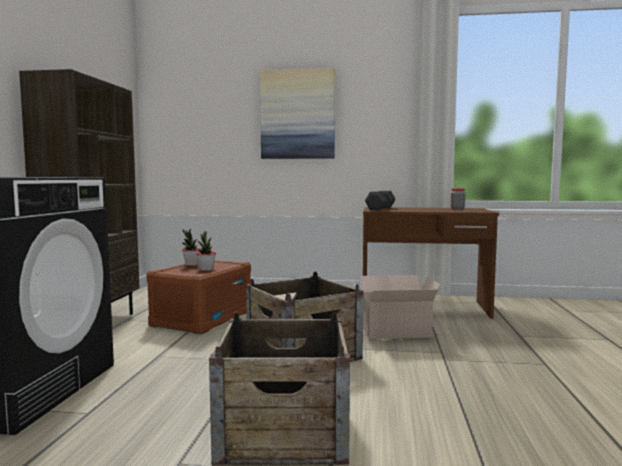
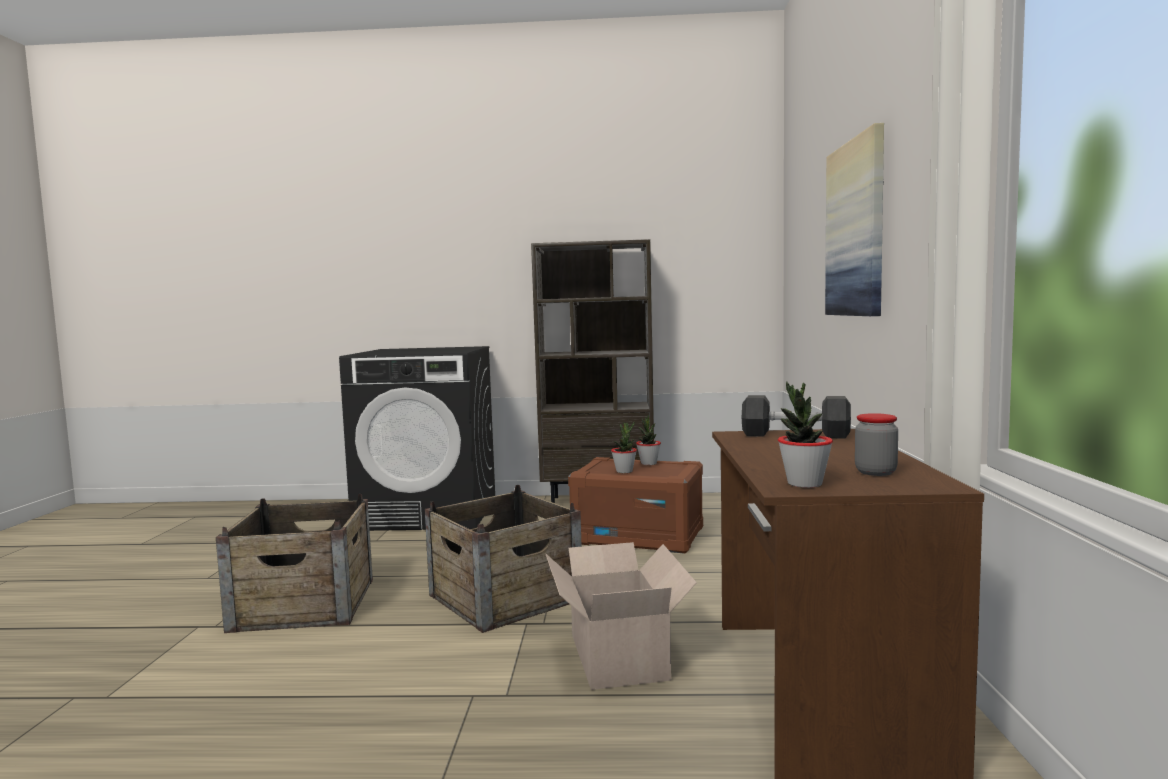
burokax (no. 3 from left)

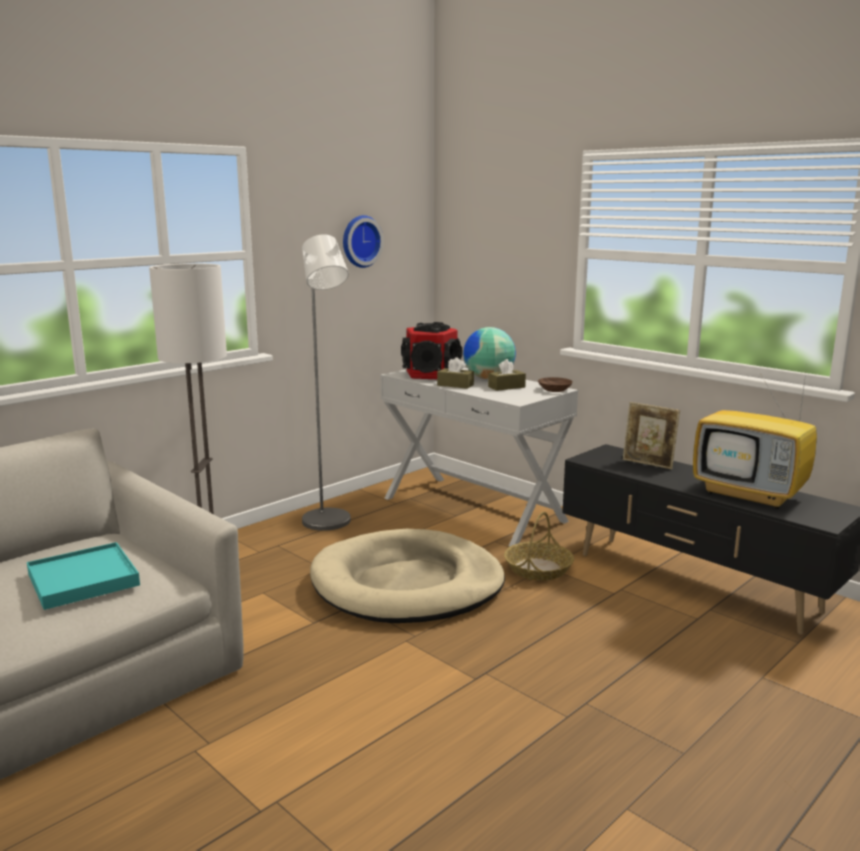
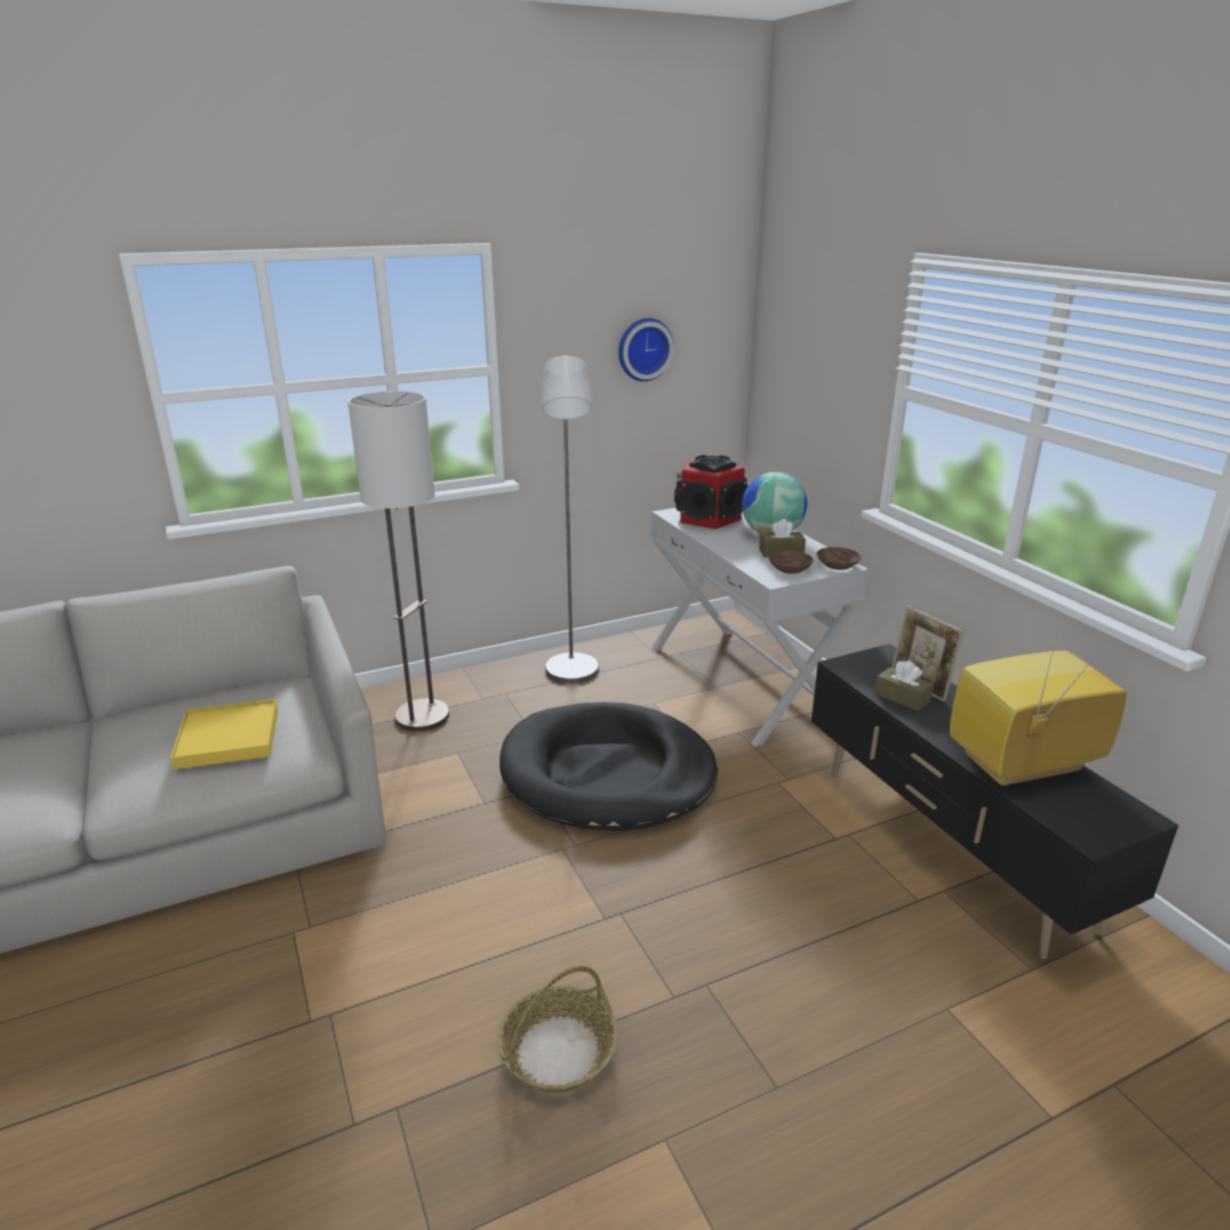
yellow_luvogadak
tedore
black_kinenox
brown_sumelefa (no. 1 from left)
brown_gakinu (no. 2 from left)
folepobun

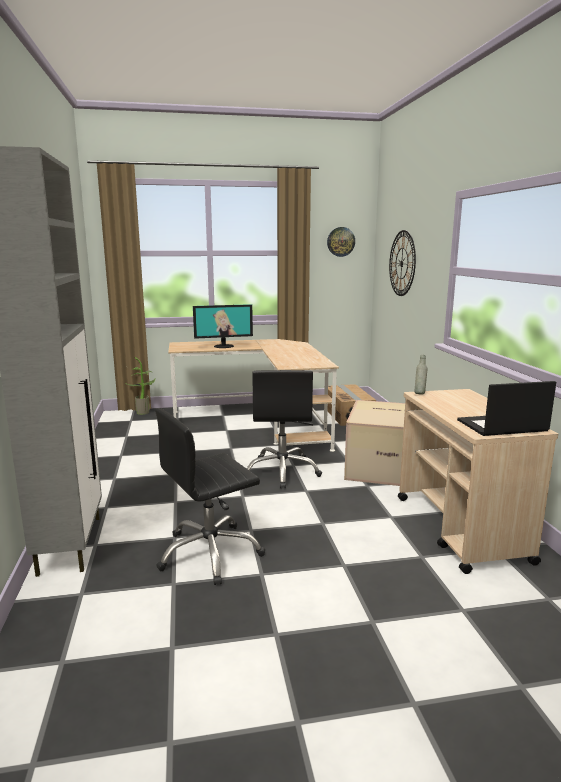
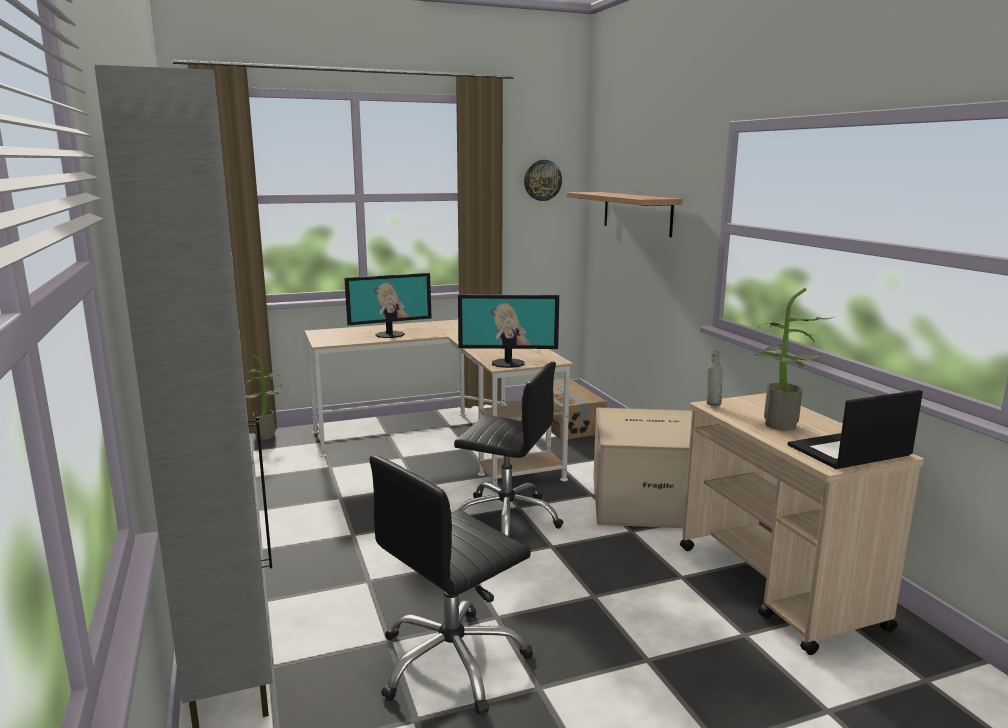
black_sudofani (no. 2 from left)
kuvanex (no. 2 from left)
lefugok
burokax (no. 2 from left)

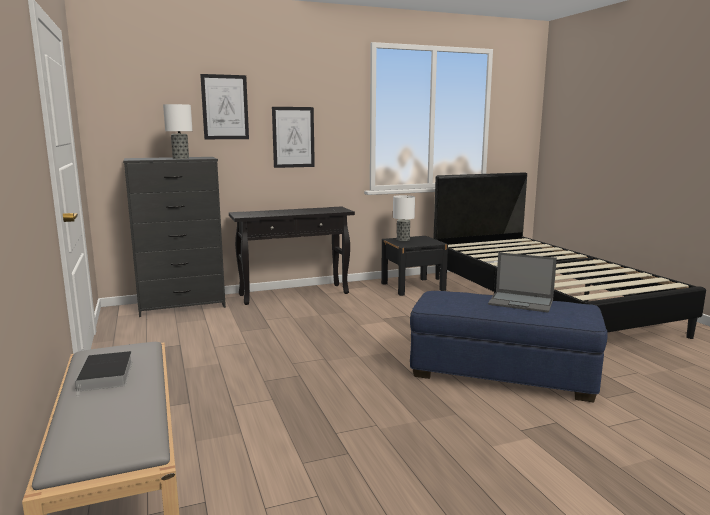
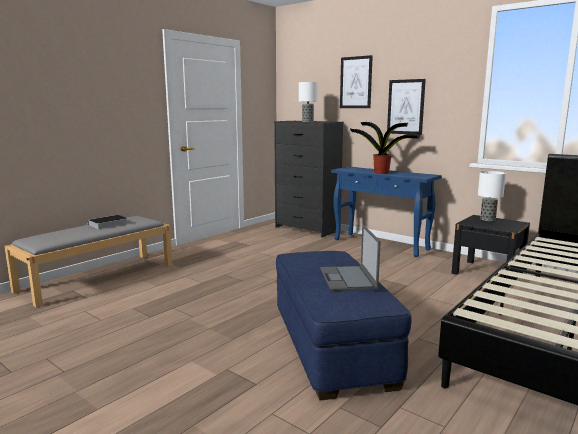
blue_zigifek
burokax

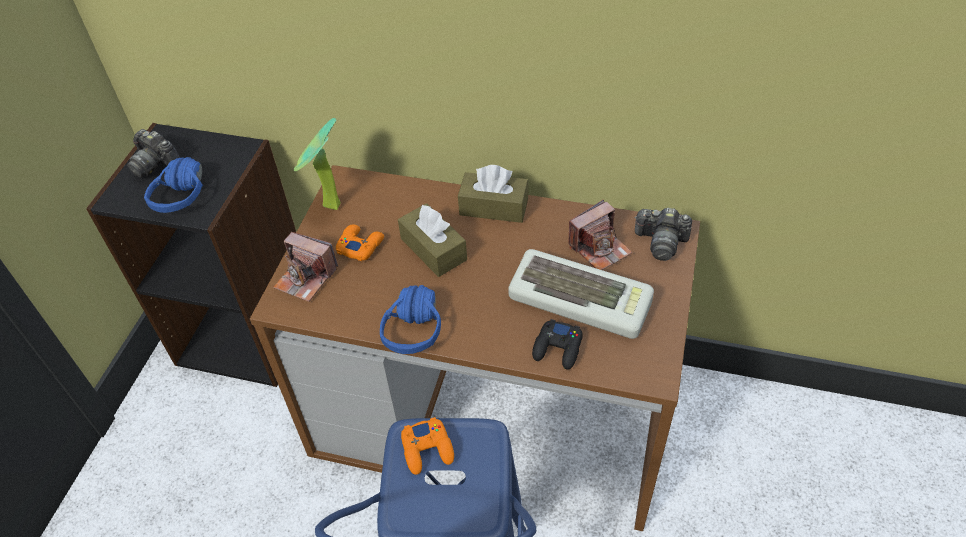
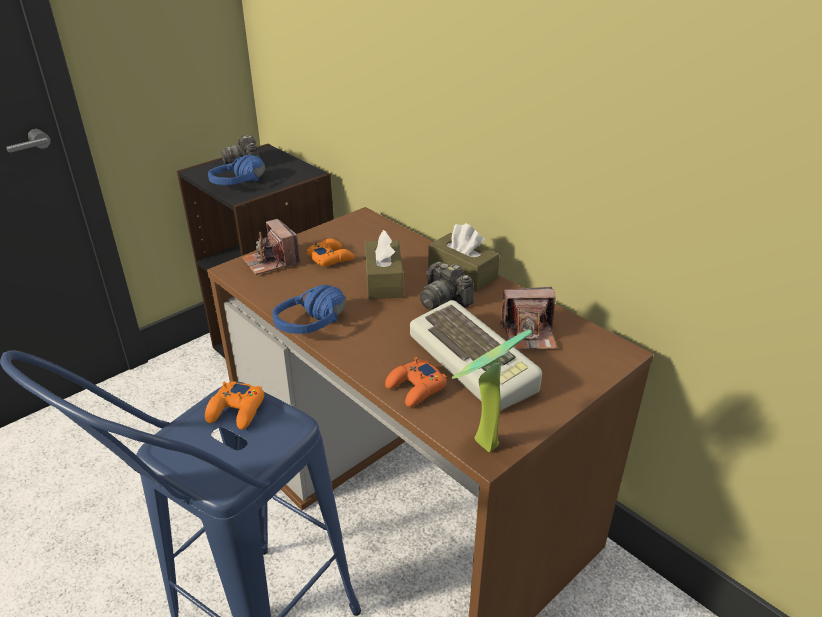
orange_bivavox (no. 3 from left)
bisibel (no. 3 from left)
burokax

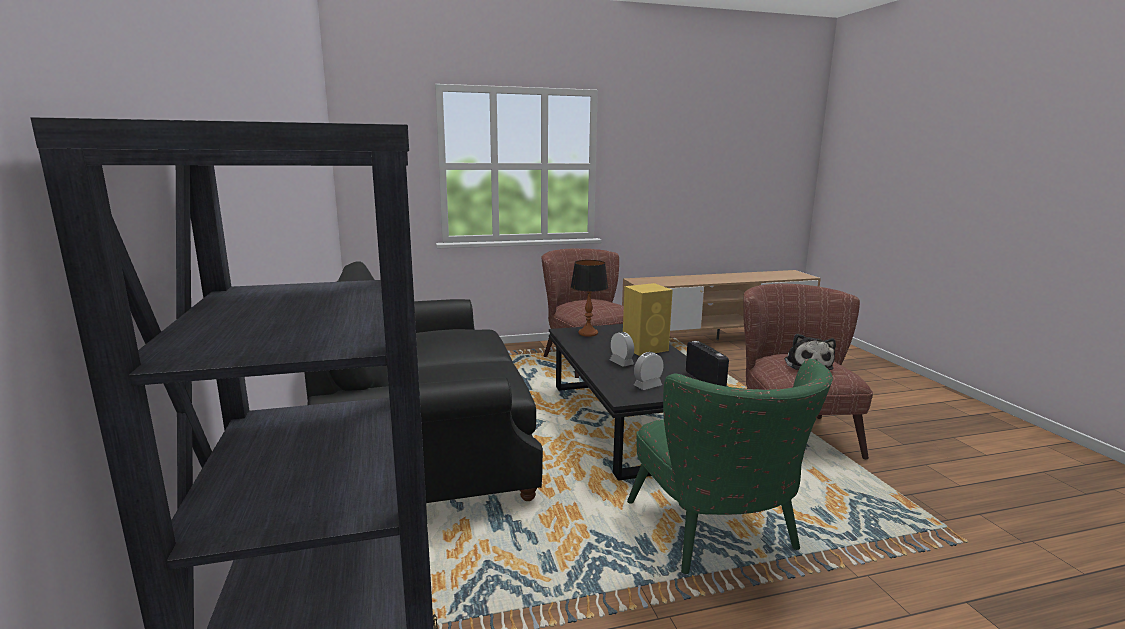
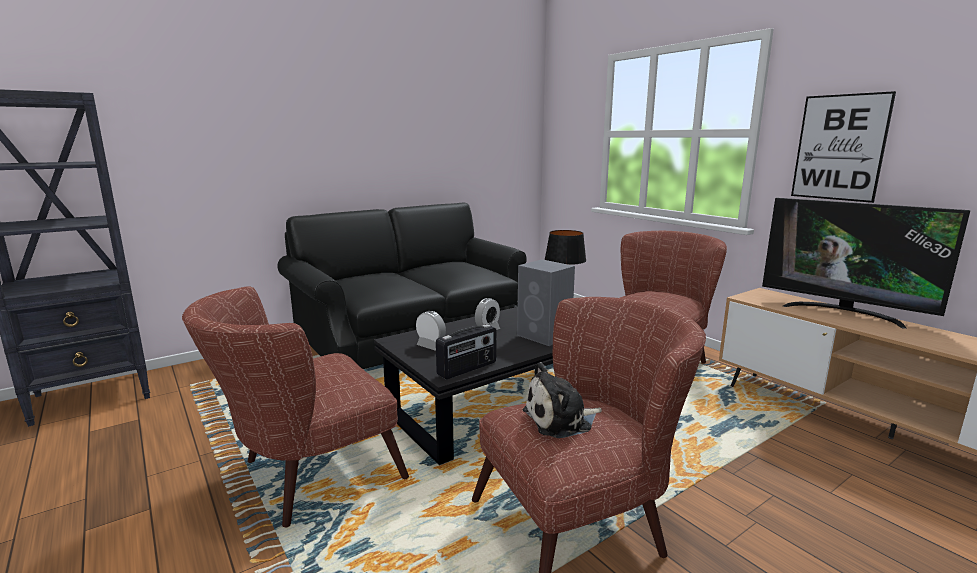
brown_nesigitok (no. 1 from left)
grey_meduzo
folepobun
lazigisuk

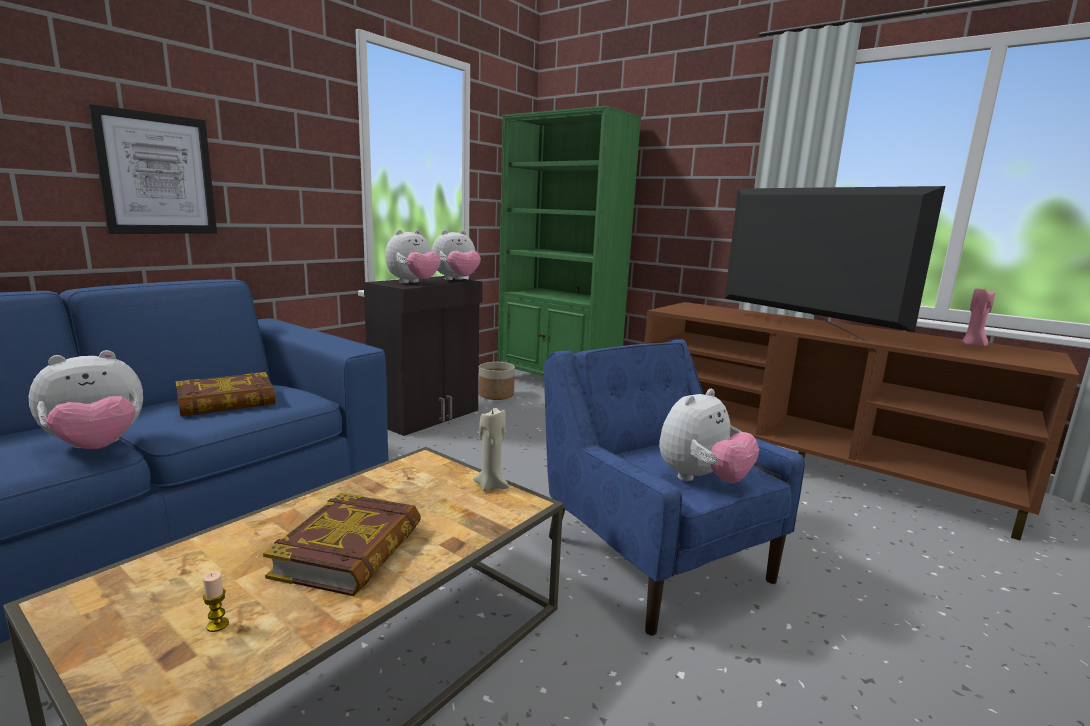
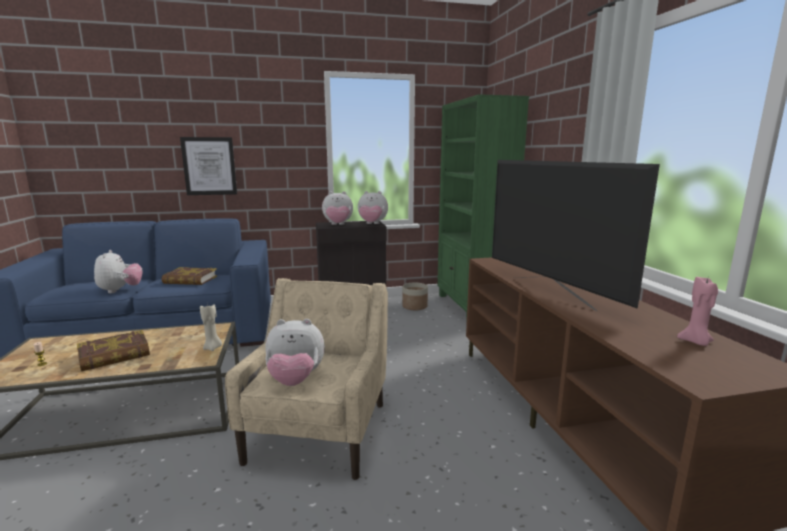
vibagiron (no. 1 from left)
beige_nesigitok
folepobun

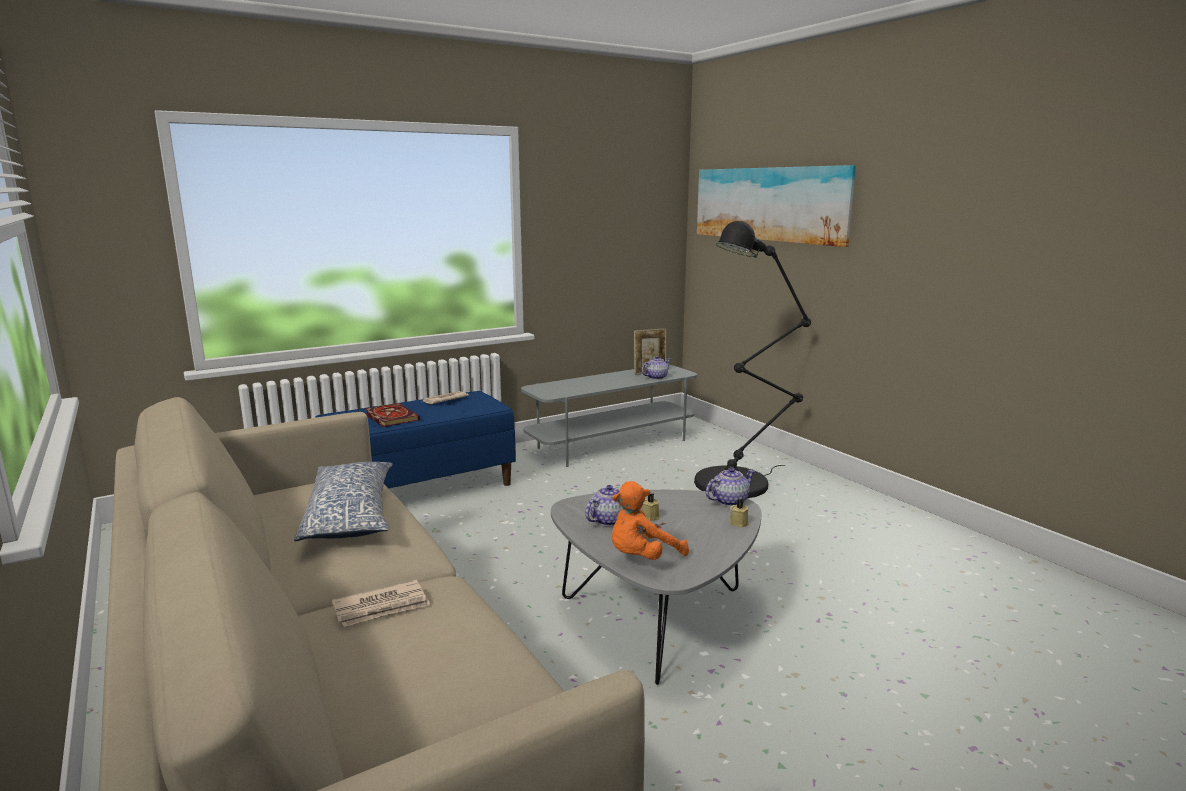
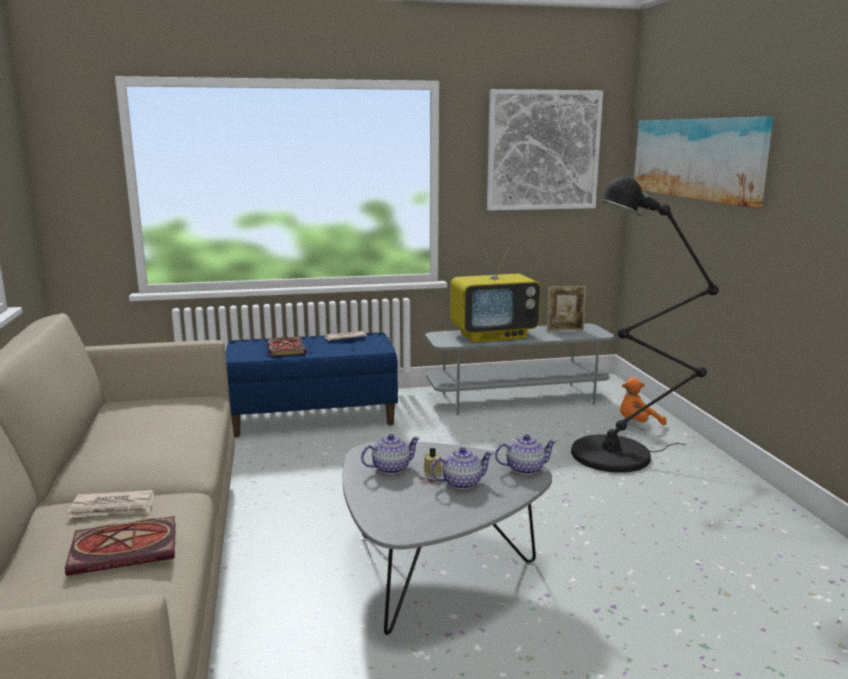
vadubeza (no. 1 from left)
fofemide (no. 2 from left)
folepobun
lazigisuk (no. 1 from left)
orange_vibagiron
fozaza
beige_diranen (no. 2 from left in the first image)

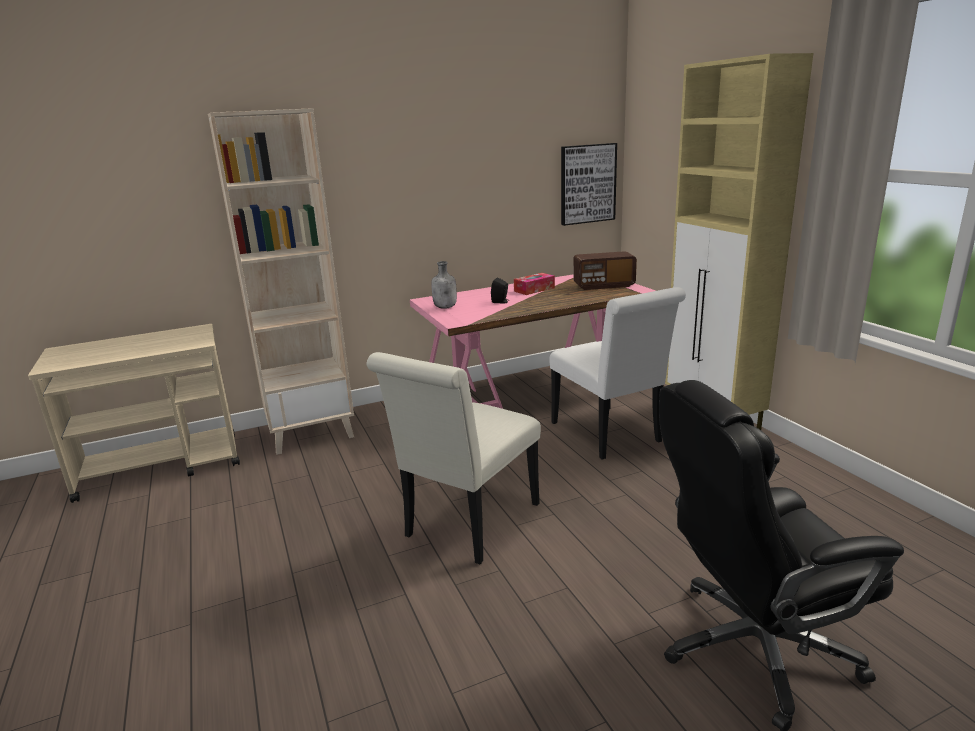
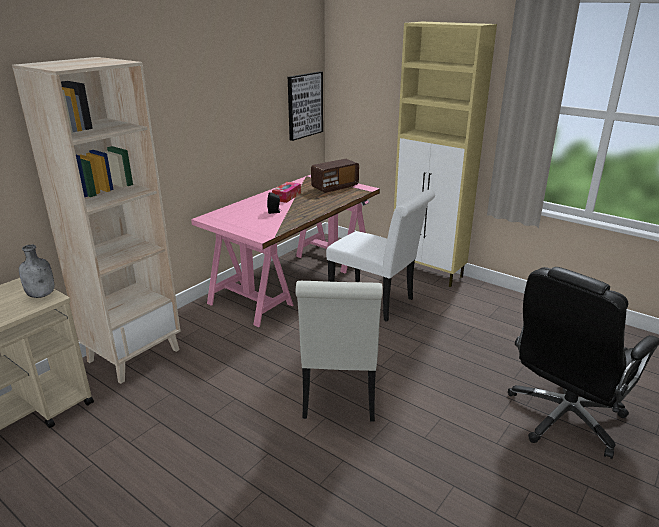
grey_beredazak

